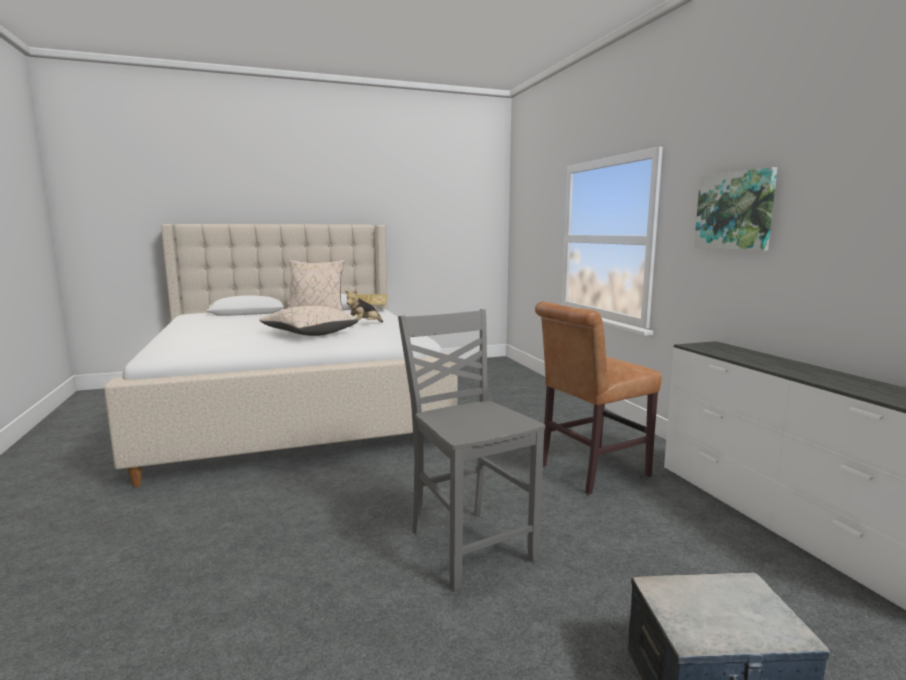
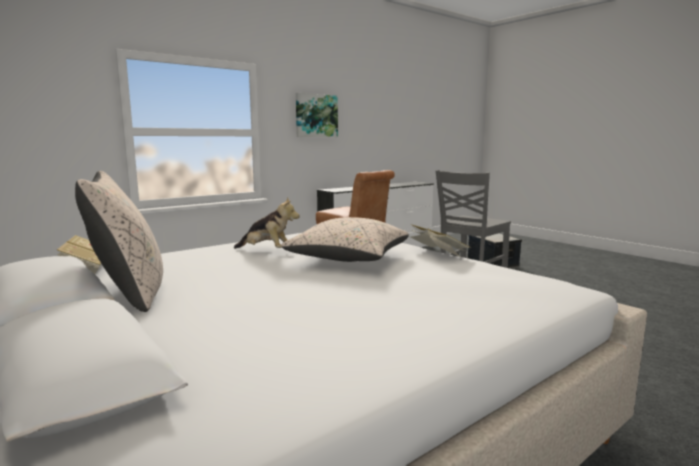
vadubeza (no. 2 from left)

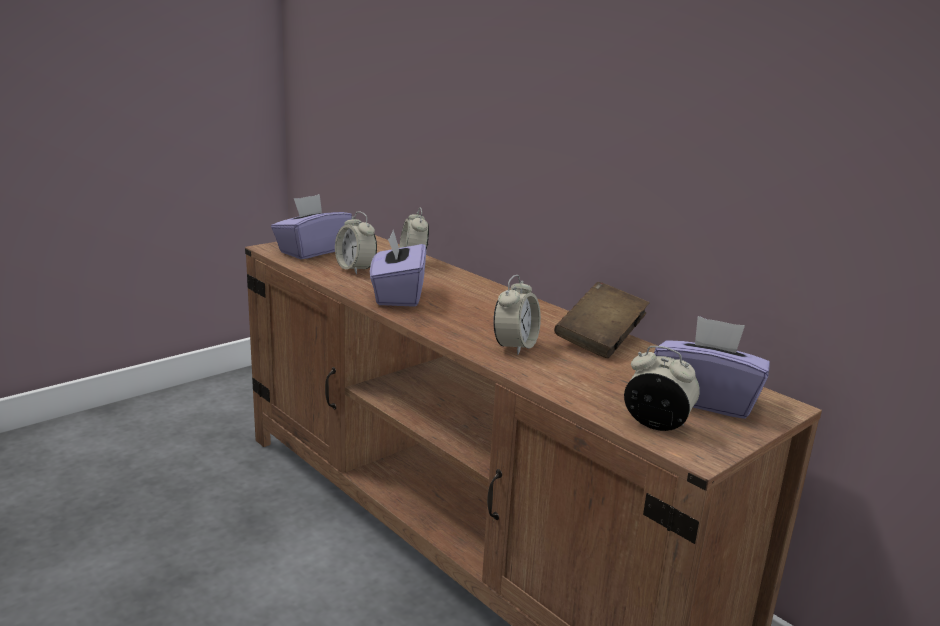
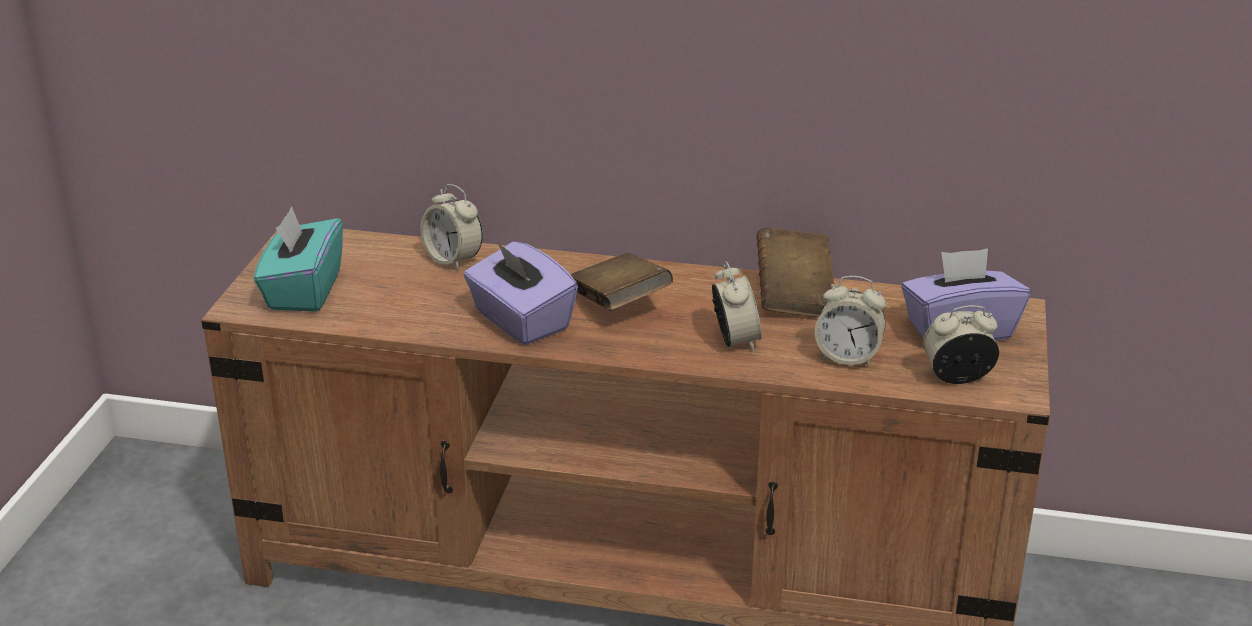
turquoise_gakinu
brown_vadubeza (no. 1 from left)
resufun (no. 3 from left)

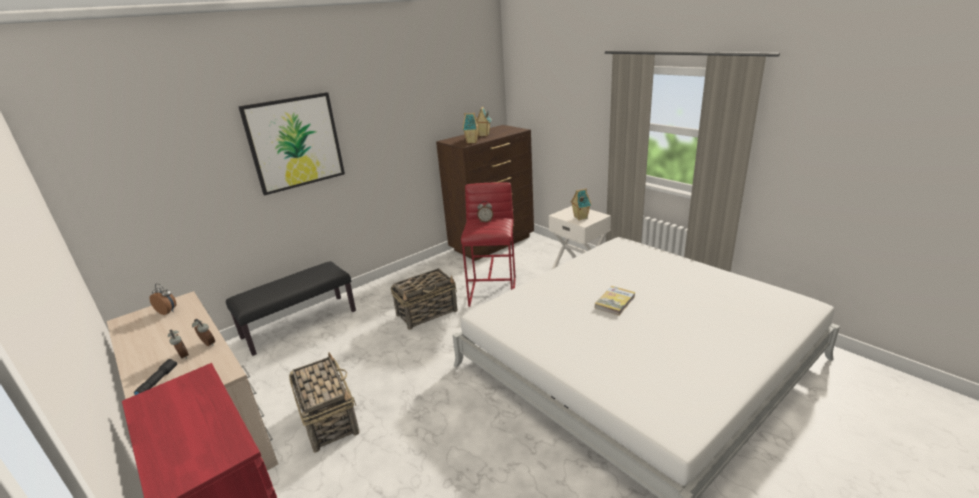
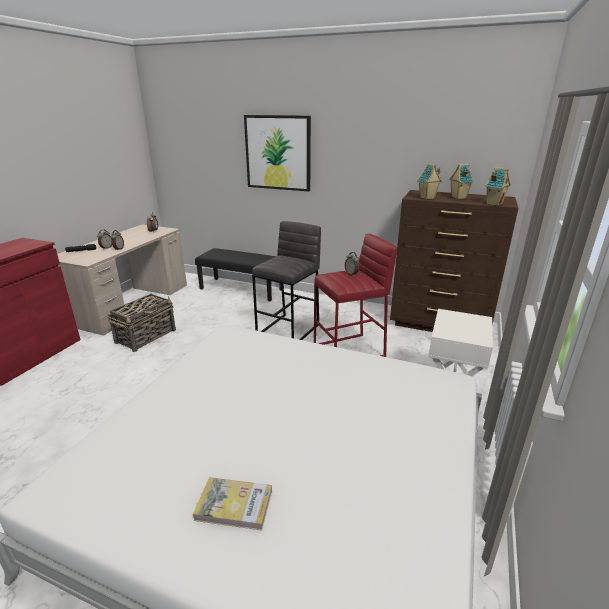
vadubeza
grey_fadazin
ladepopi (no. 3 from left)

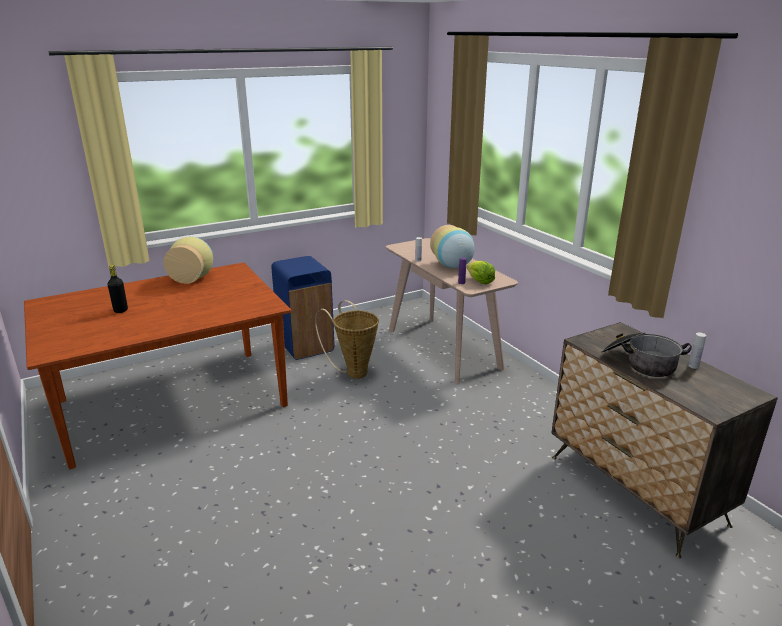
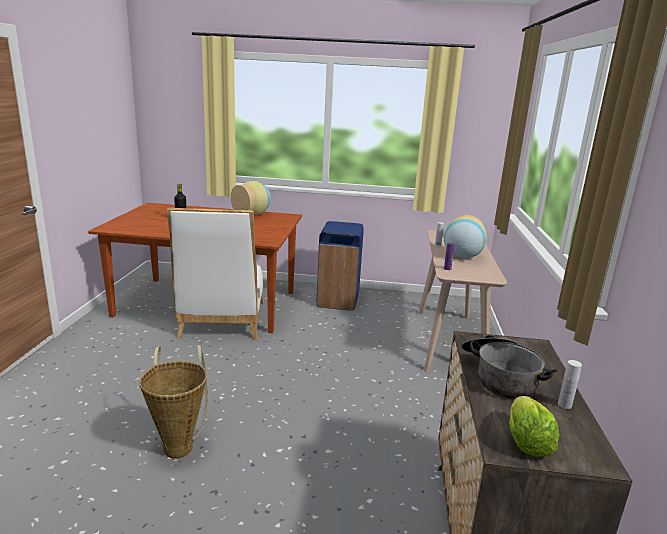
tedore
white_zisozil
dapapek

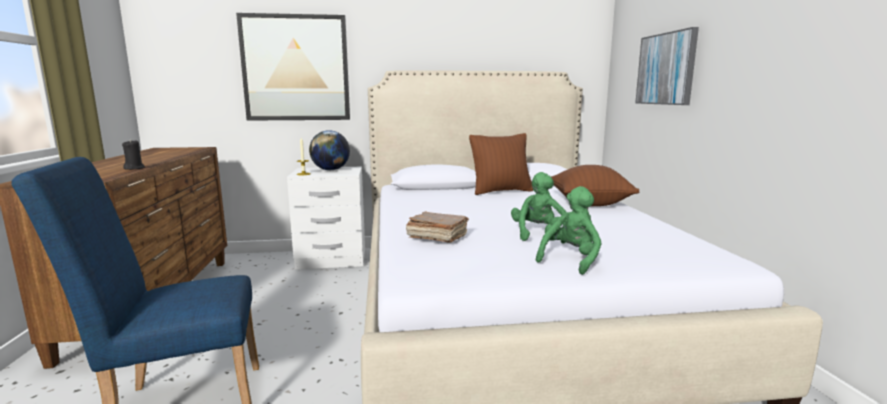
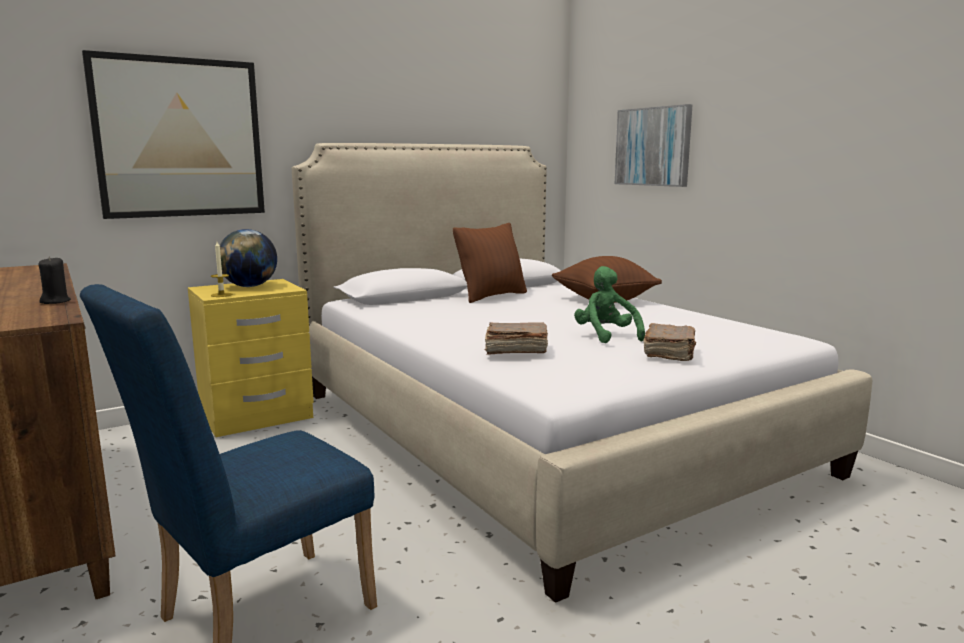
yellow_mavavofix
brown_vadubeza (no. 2 from left)

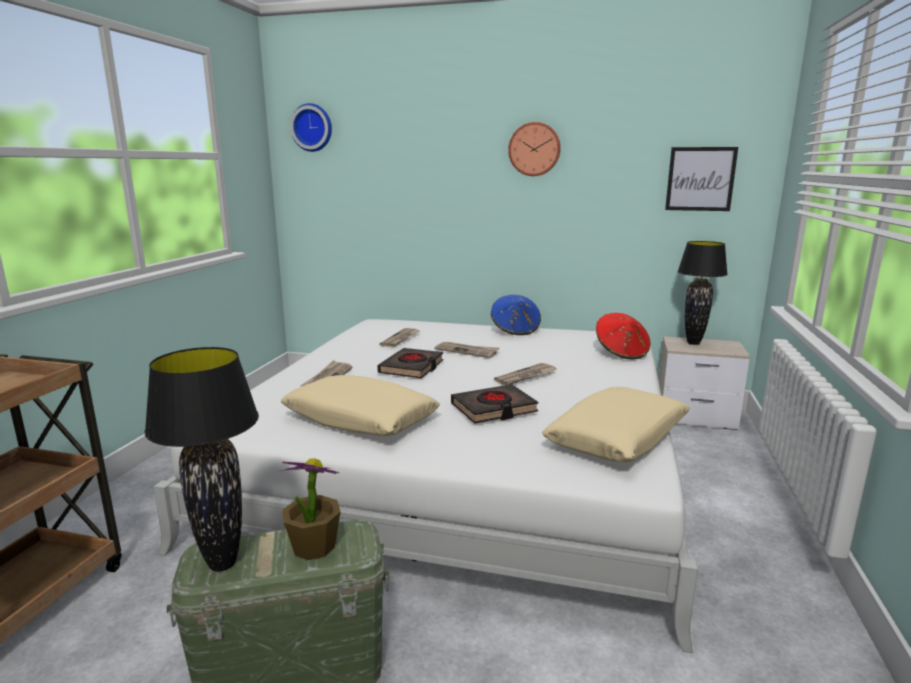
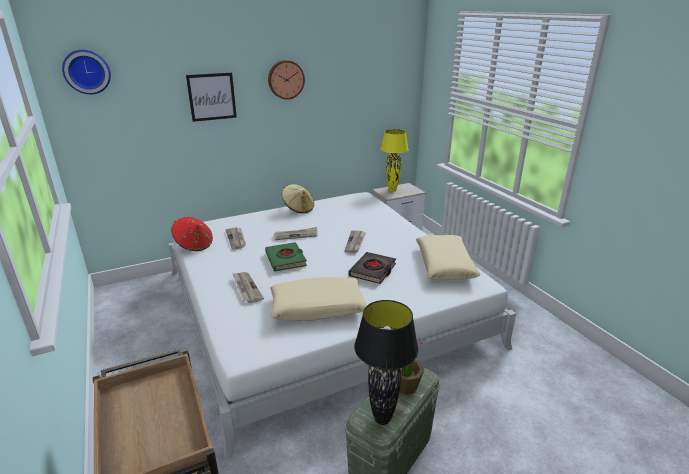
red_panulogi
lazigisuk
green_vadubeza
beige_panulogi
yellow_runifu

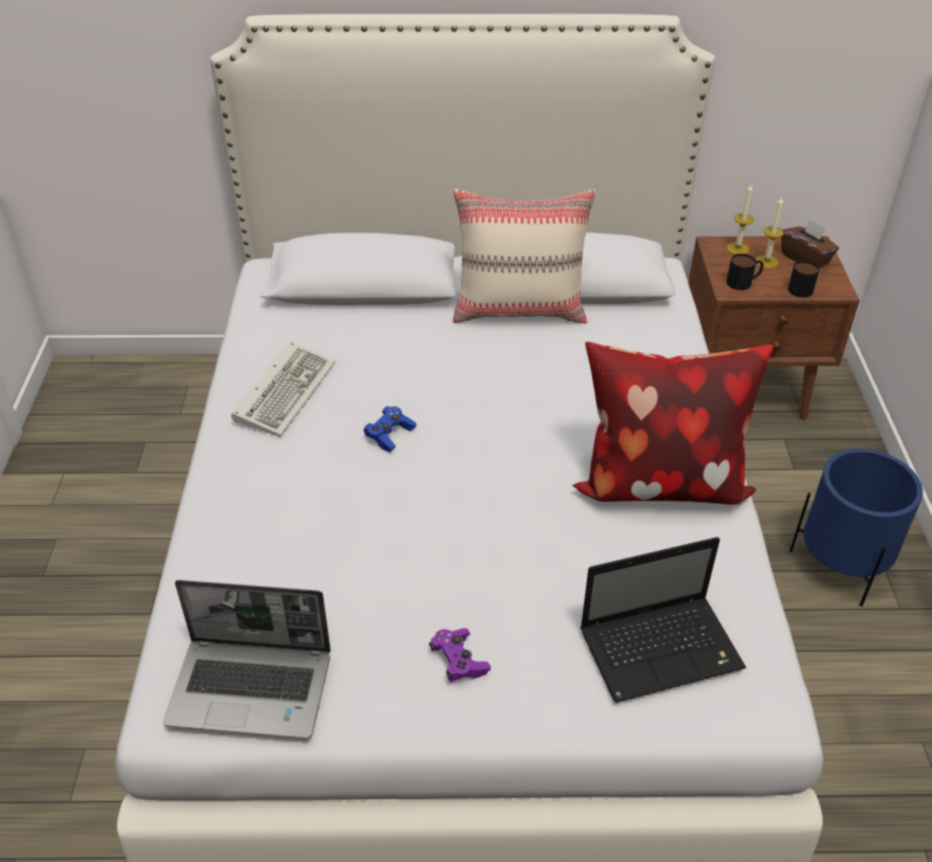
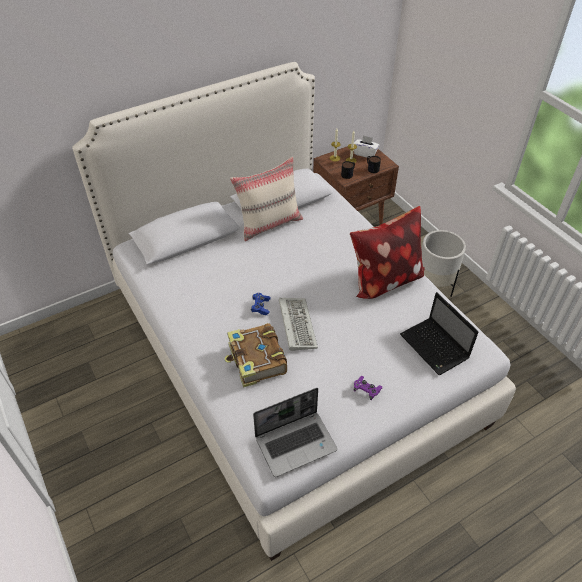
vadubeza
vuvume
white_gakinu
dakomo (no. 2 from left)
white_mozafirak

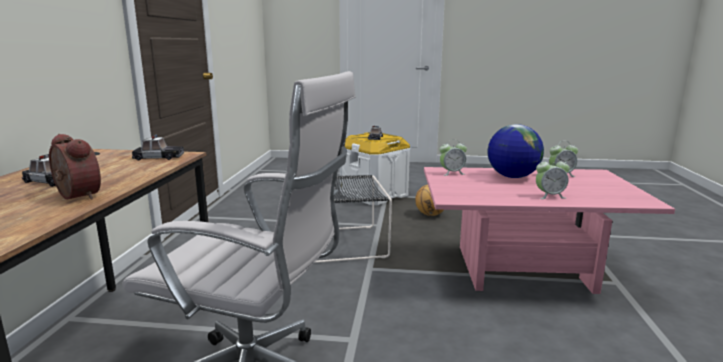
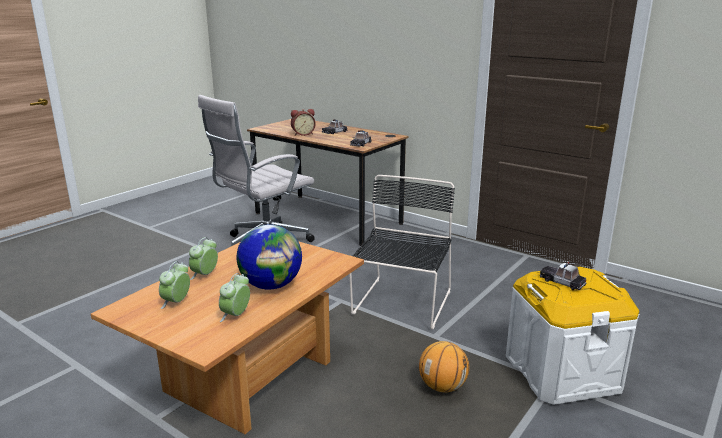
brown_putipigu
resufun (no. 1 from left)

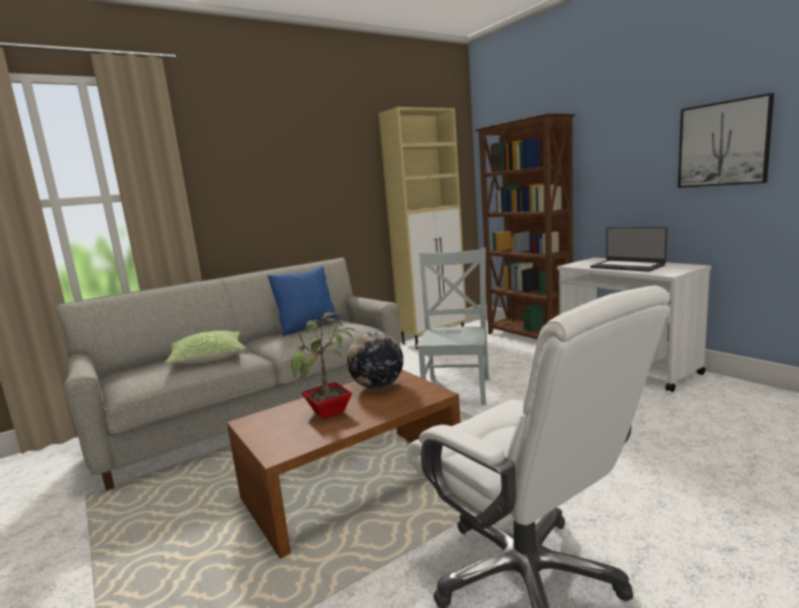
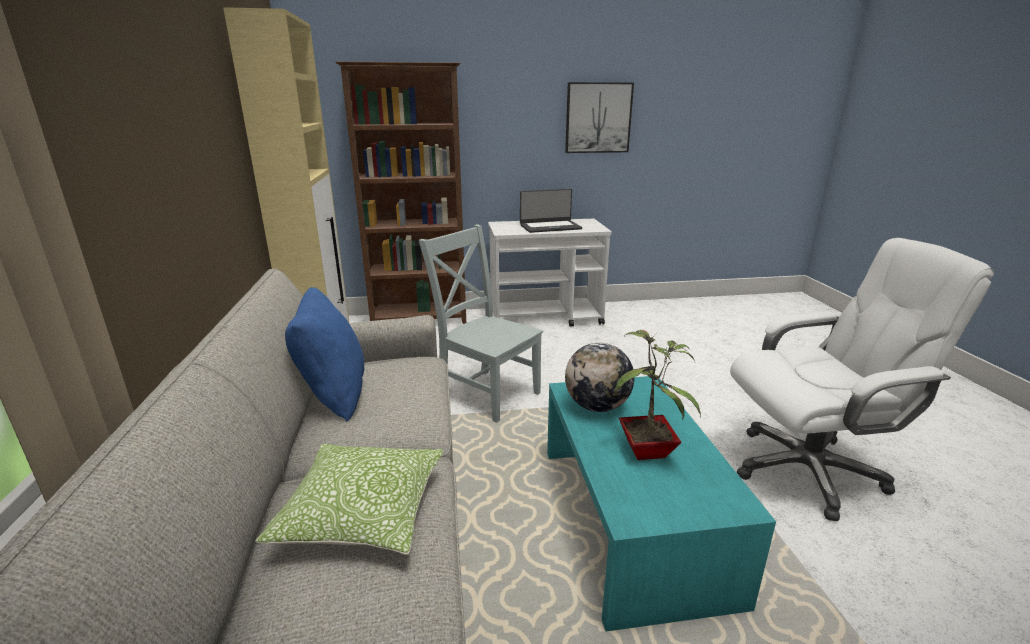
turquoise_putipigu

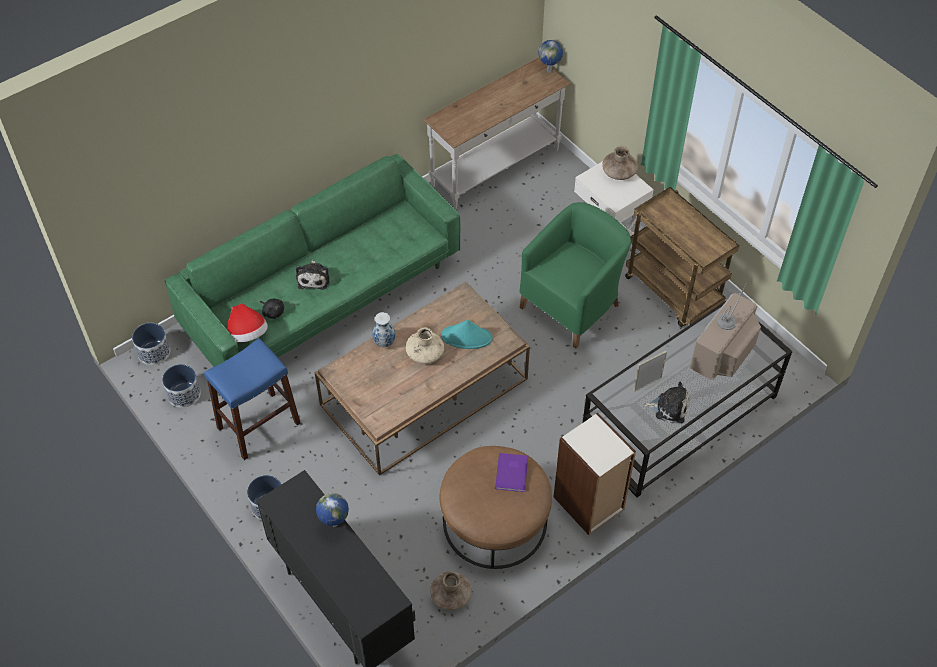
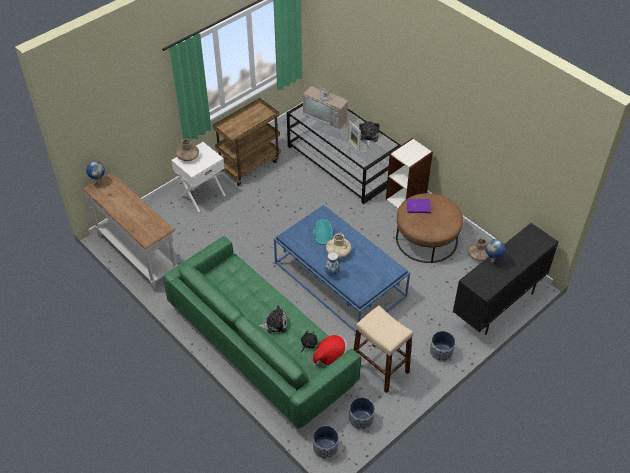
blue_putipigu
beige_fadazin
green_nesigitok

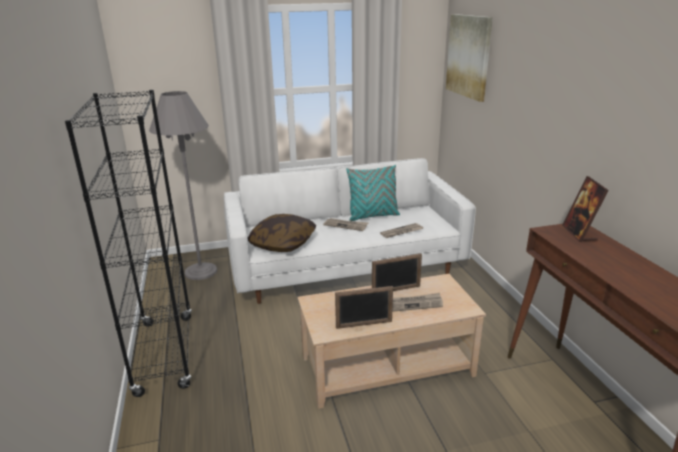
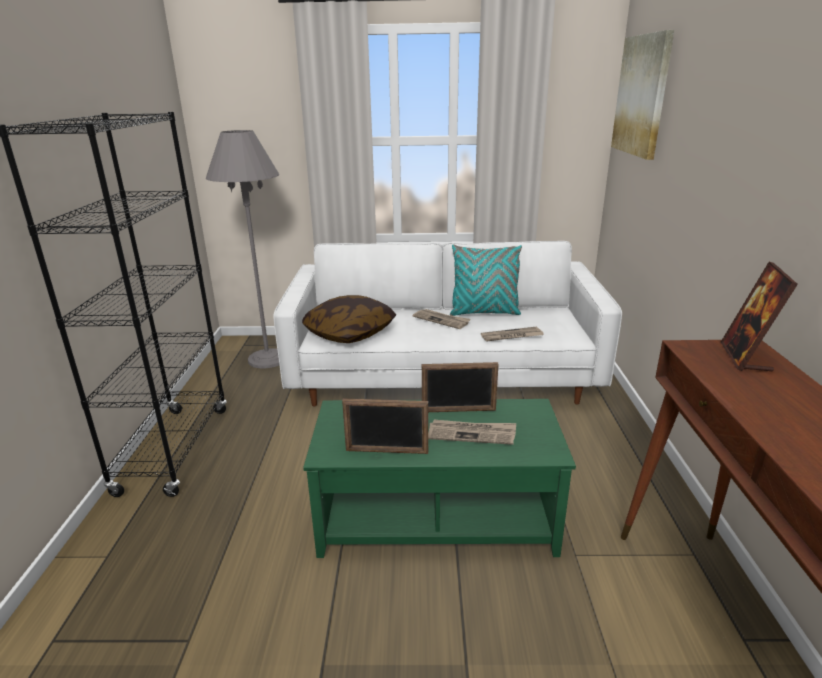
green_putipigu

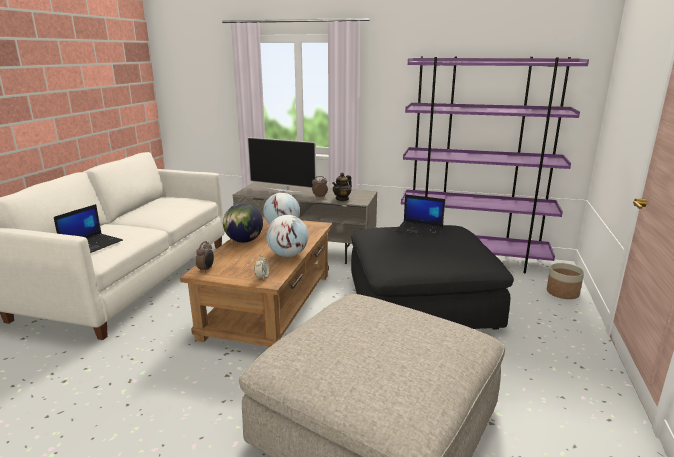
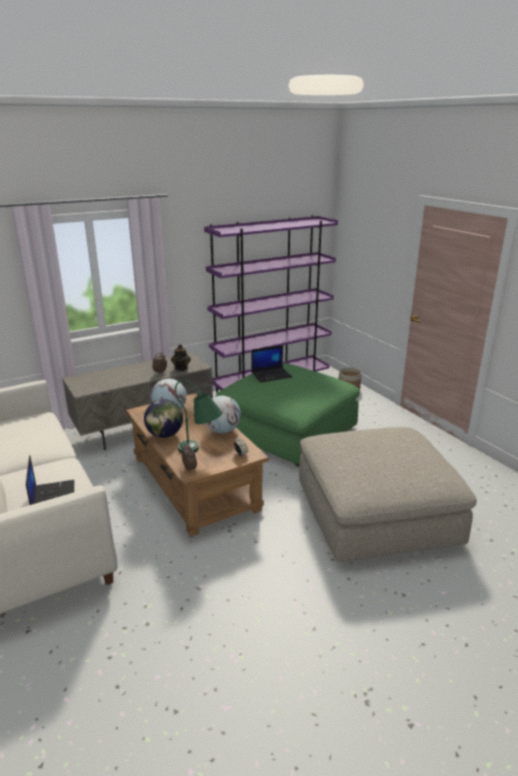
green_runifu
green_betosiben
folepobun

